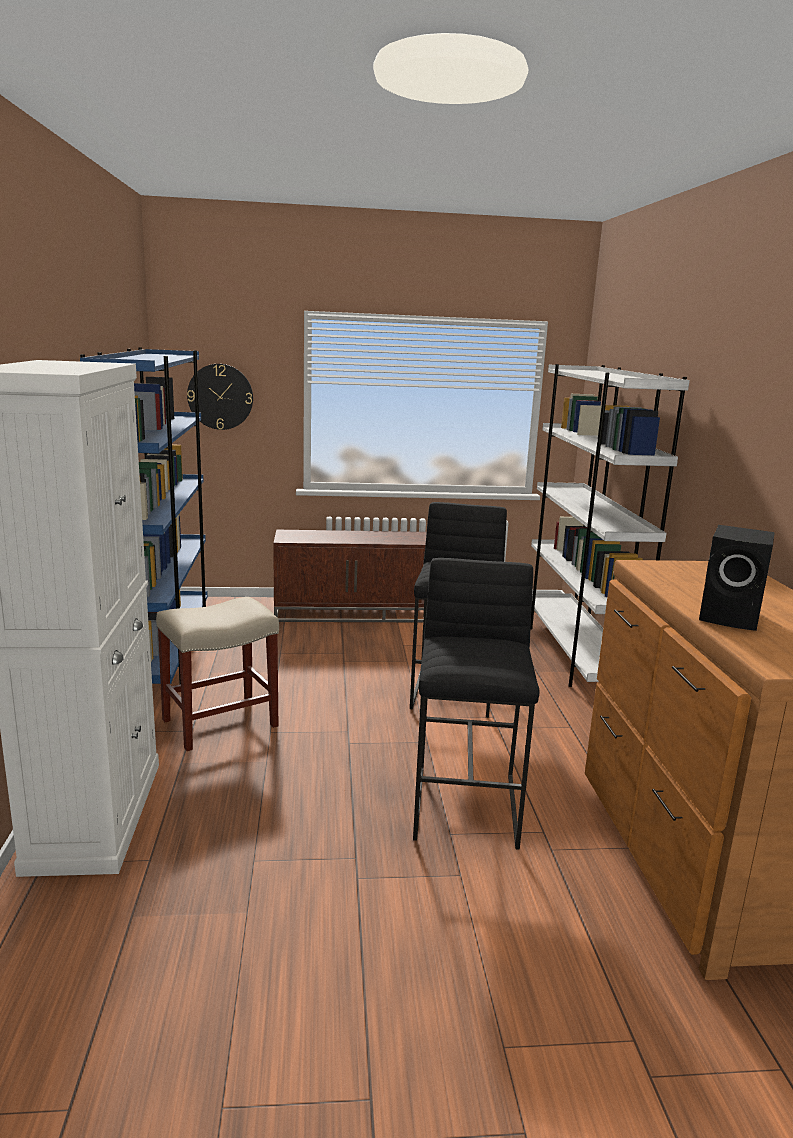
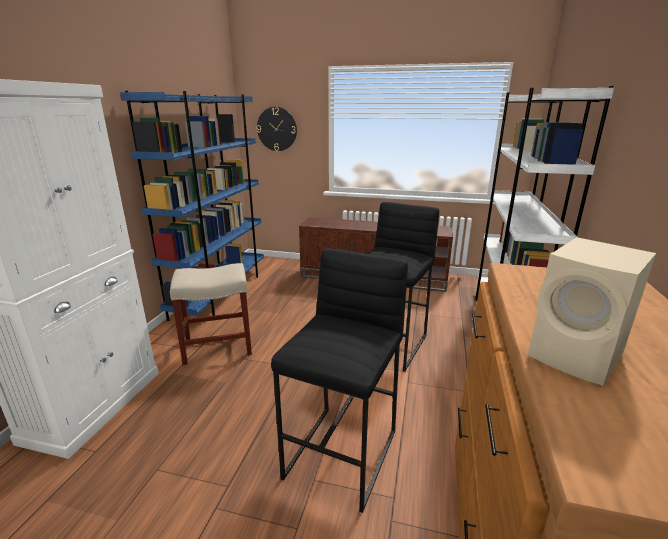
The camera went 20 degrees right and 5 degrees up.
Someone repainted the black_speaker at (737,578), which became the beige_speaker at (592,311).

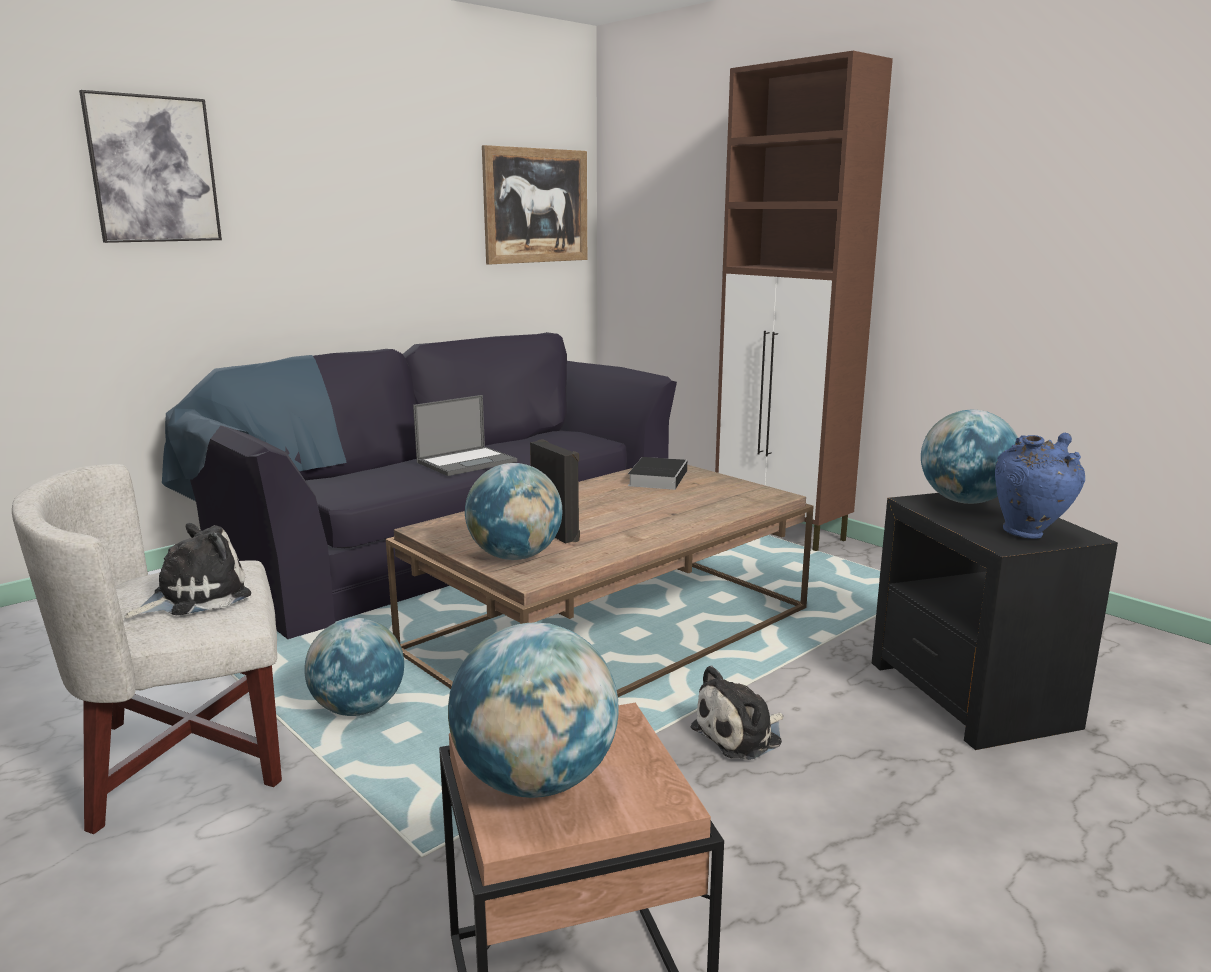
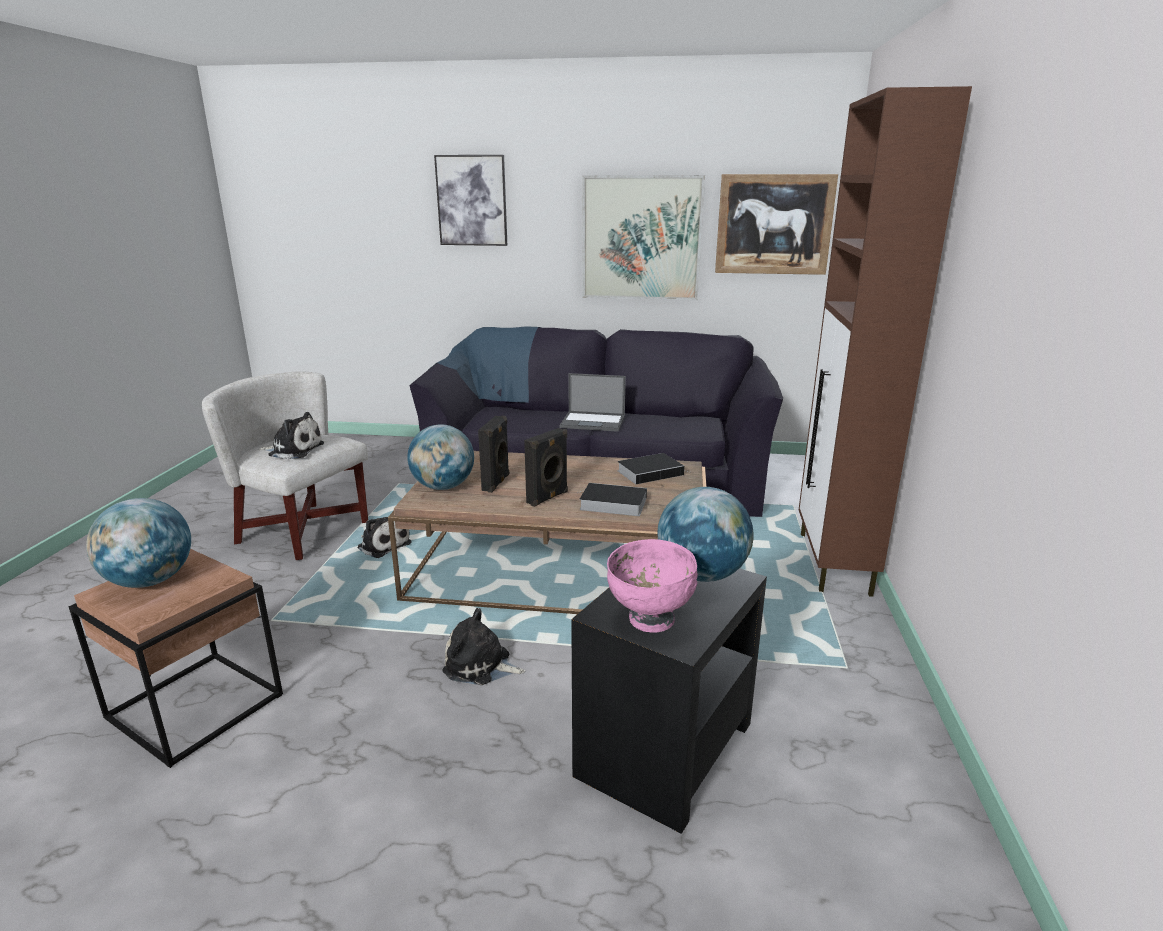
The camera went 50 degrees right and 5 degrees up.
Someone swapped the globe at (354,667) for the plush_toy at (384,537).
Someone put down the black_speaker at (546,467).
Someone put down the book at (612,499).
Someone put up the picture at (643,237).
Someone swapped the blue_vase at (1040,486) for the pink_bowl at (652,586).

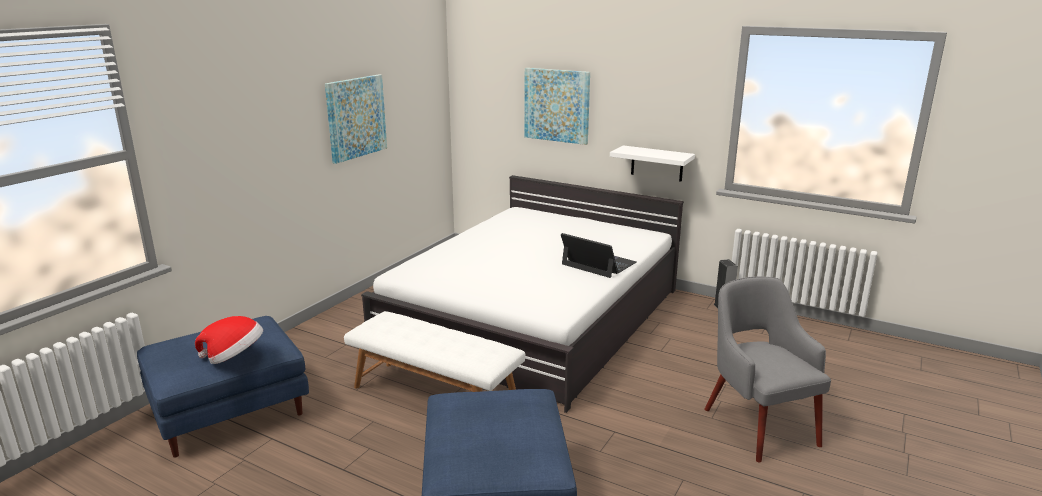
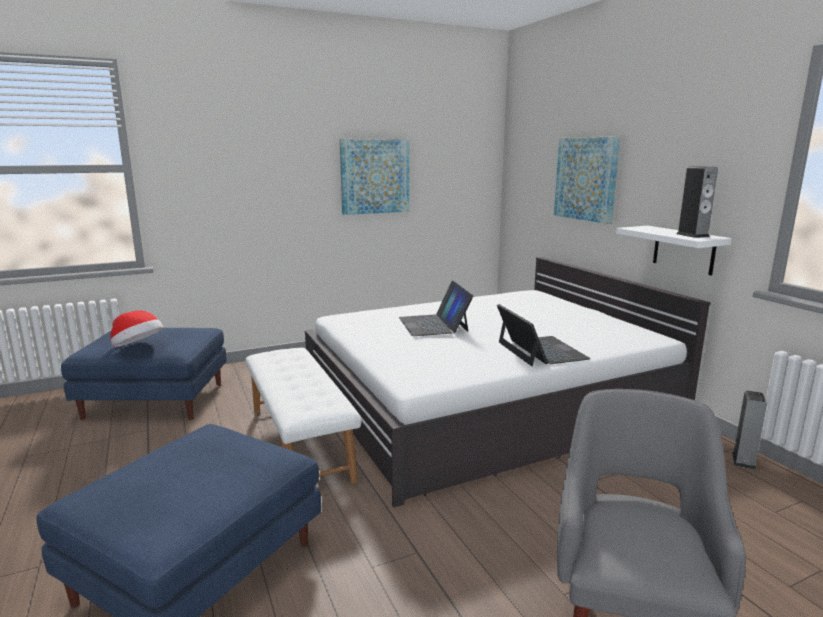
The camera went 35 degrees right and 5 degrees down.
Someone put down the laptop at (436,308).
Someone put down the speaker at (697,202).

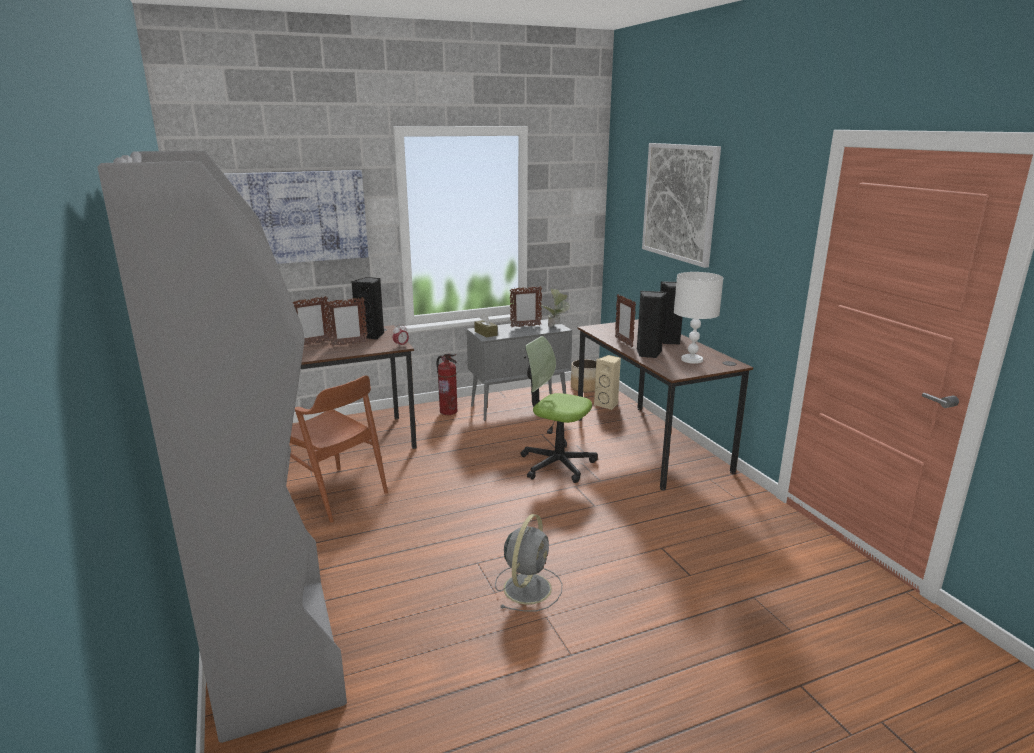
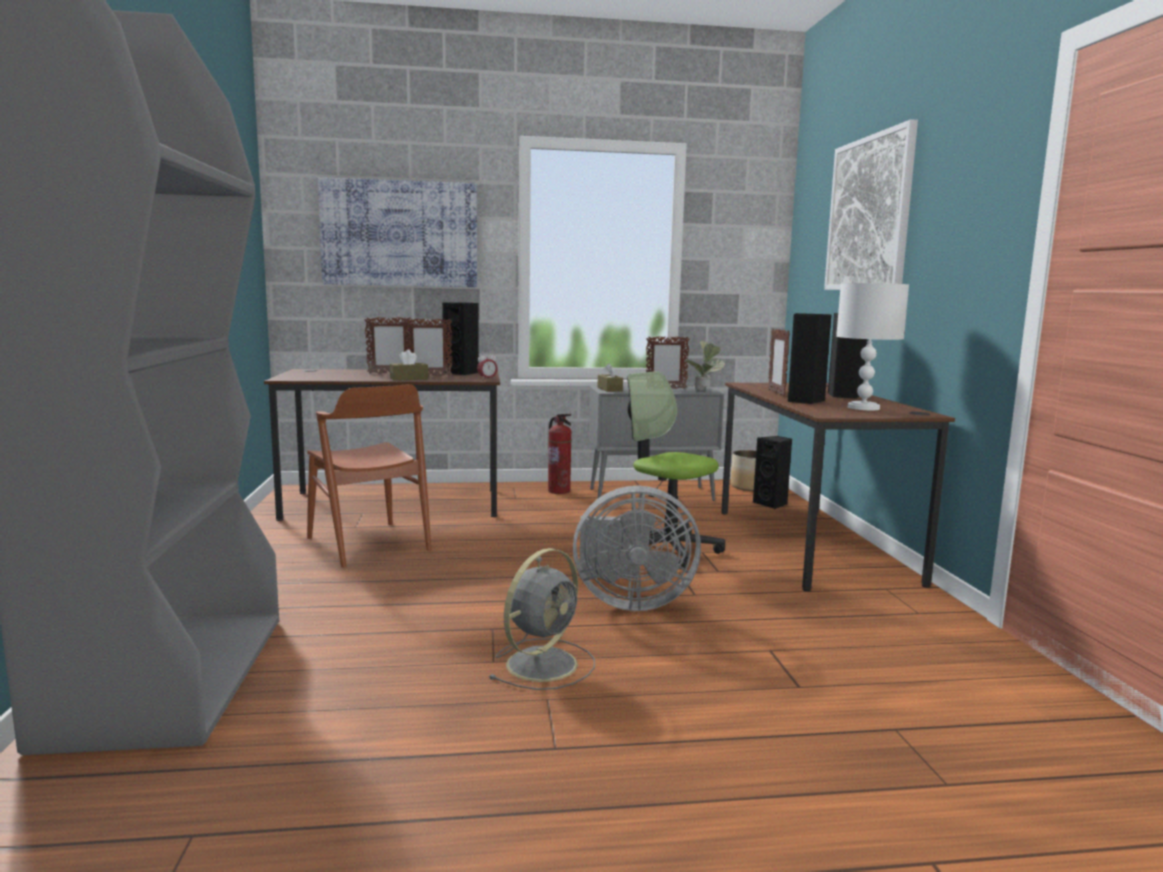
The camera went 15 degrees right and 10 degrees down.
Someone put down the brown_tissue_box at (409,365).
Someone put down the grey_fan at (637,548).
Someone repainted the beige_speaker at (607,382), which became the black_speaker at (772,472).

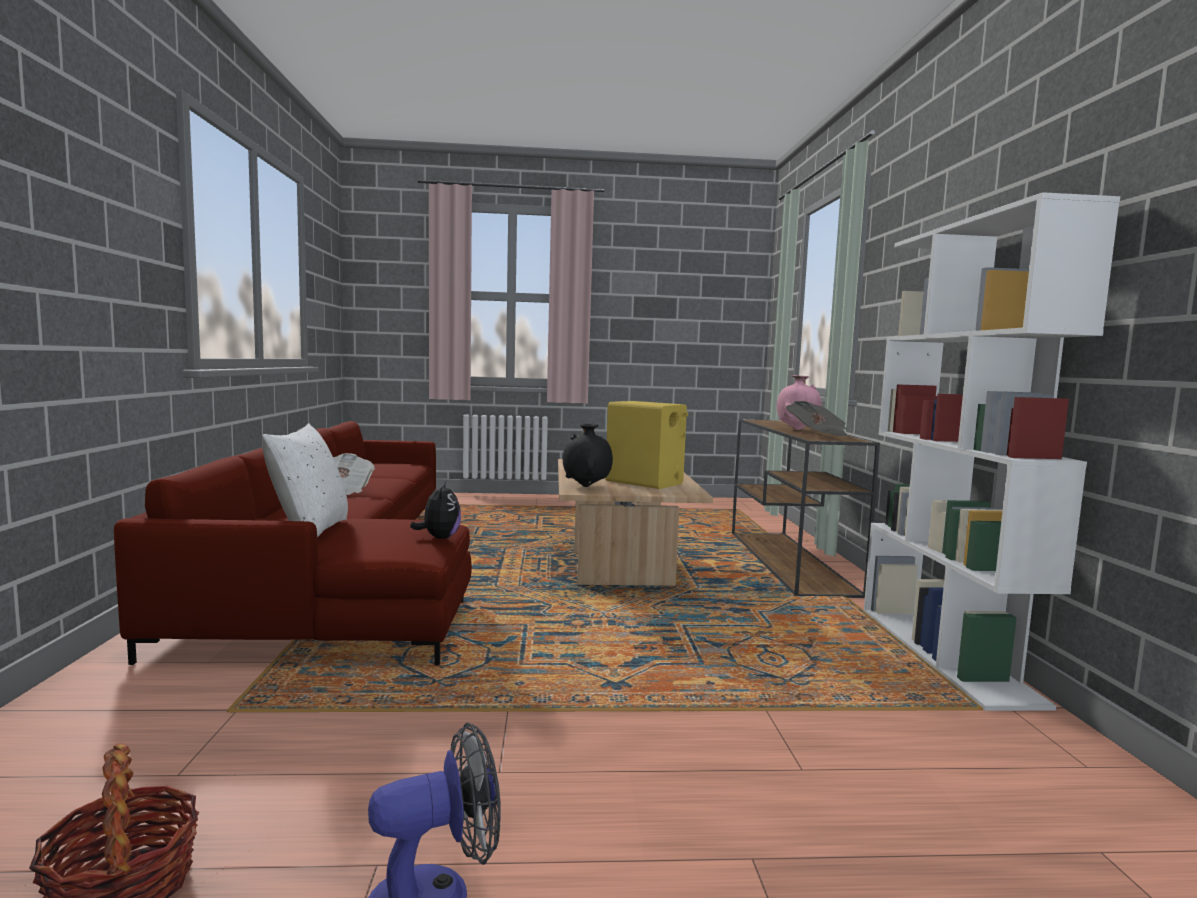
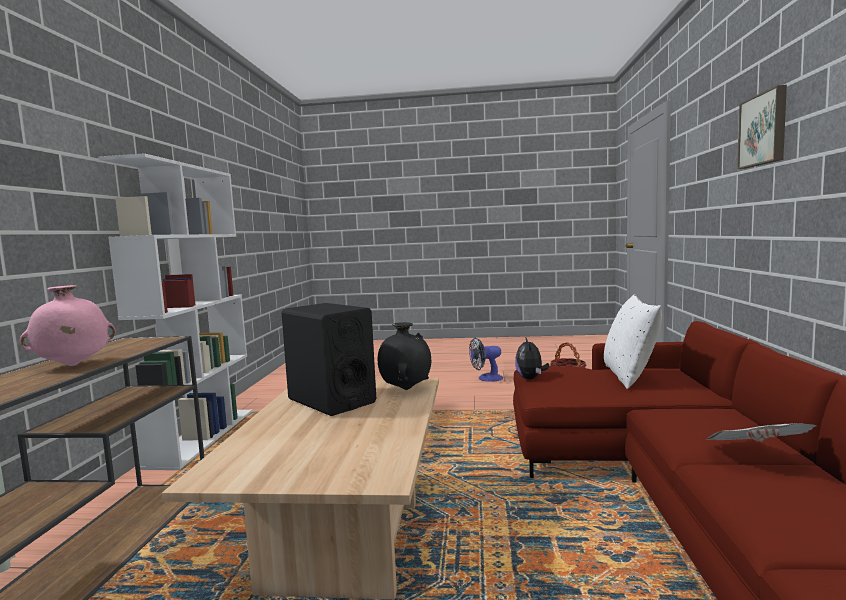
The camera went 170 degrees left and 0 degrees up.
Someone repainted the yellow_speaker at (647,445), which became the black_speaker at (329,359).
Someone put up the picture at (762,127).
Someone took away the newspaper at (817,418).

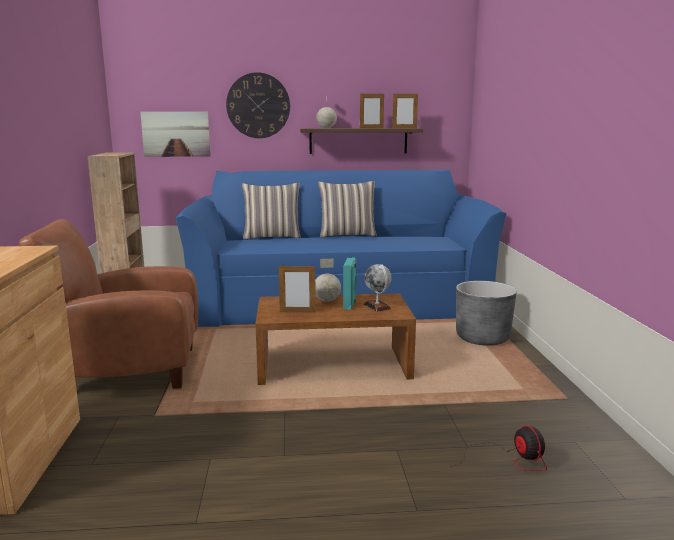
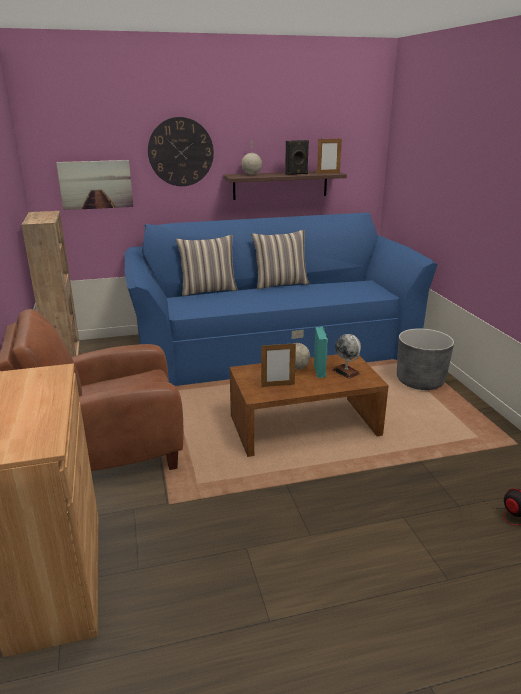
The camera went 10 degrees left and 10 degrees up.
Someone swapped the picture_frame at (372,110) for the black_speaker at (297,157).

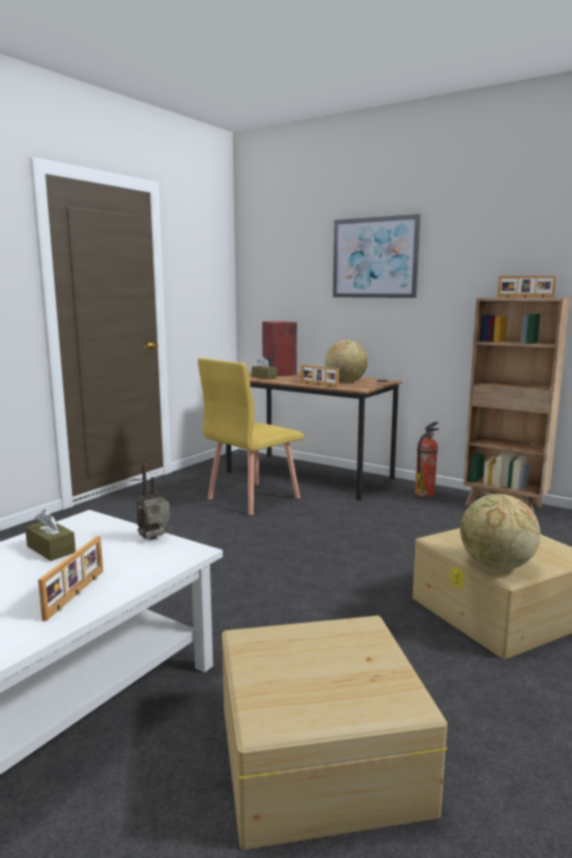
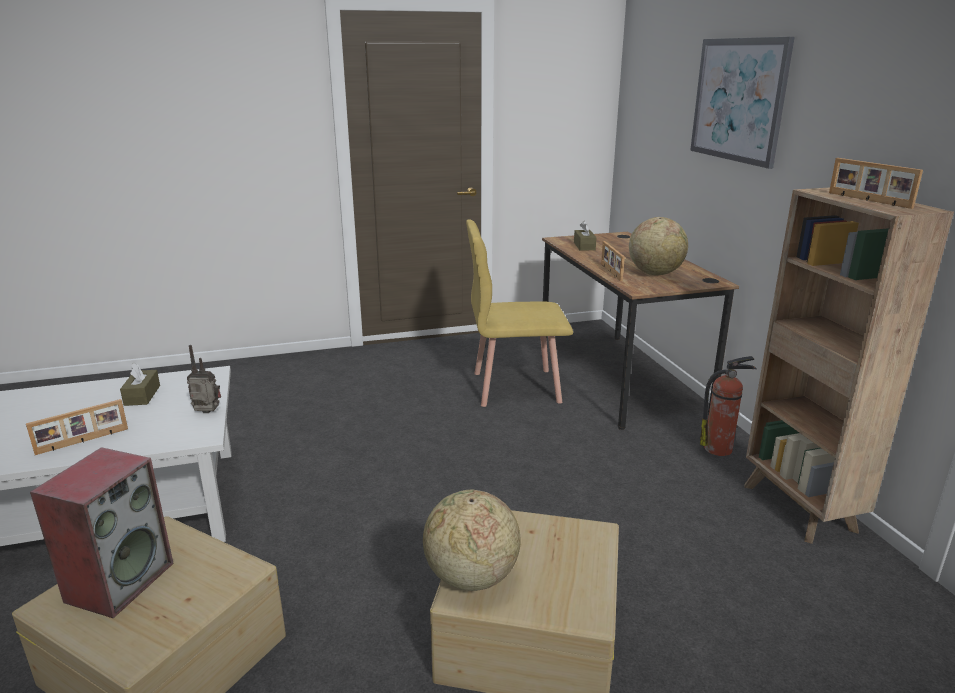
The camera went 40 degrees right and 10 degrees up.
Someone carried the speaker from (279,348) to (102,532).

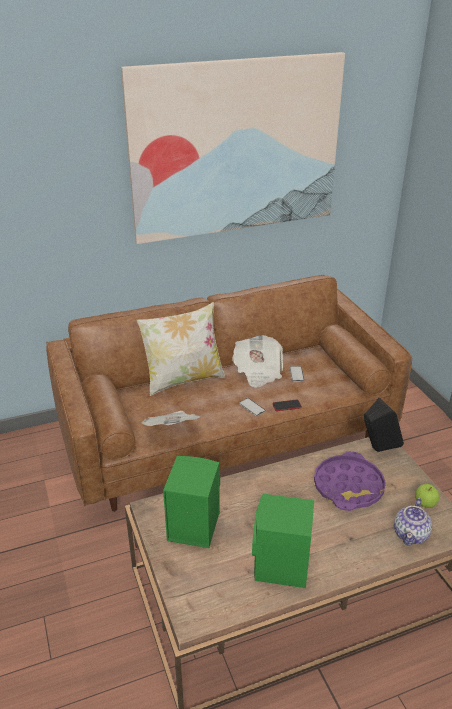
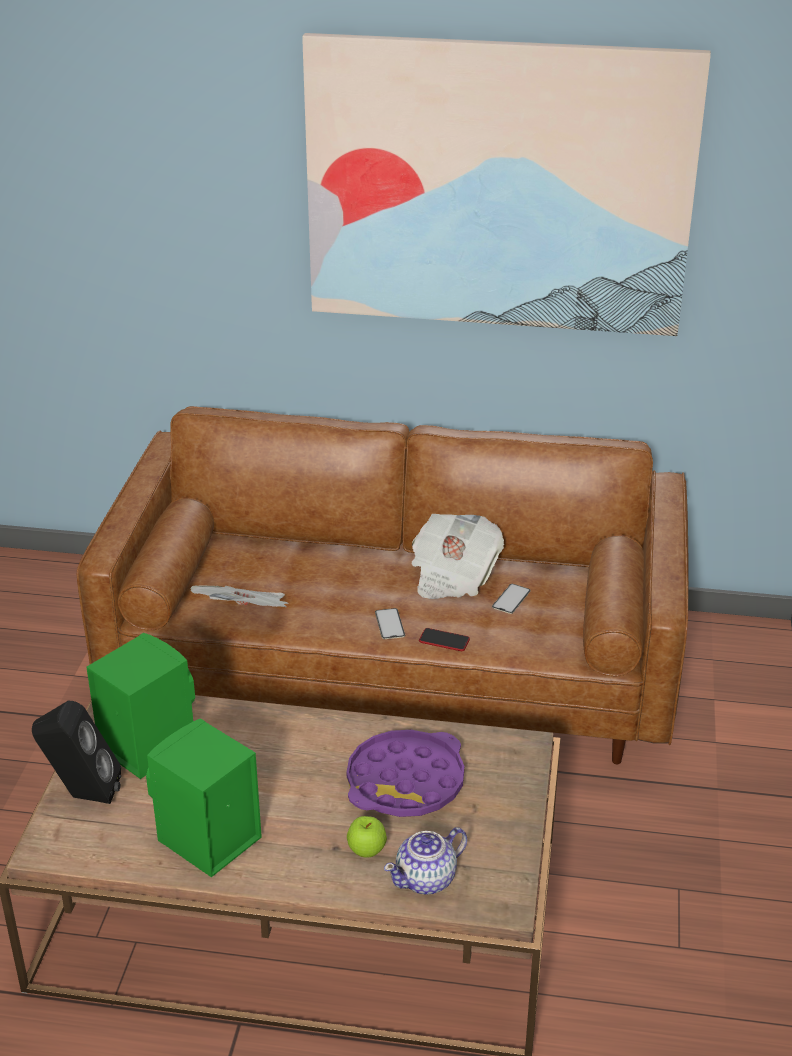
The camera went 30 degrees right and 0 degrees up.
Someone carried the black_speaker from (384,425) to (76,752).
Someone carried the apple from (427,496) to (367,837).
Someone took away the pillow at (181,349).

